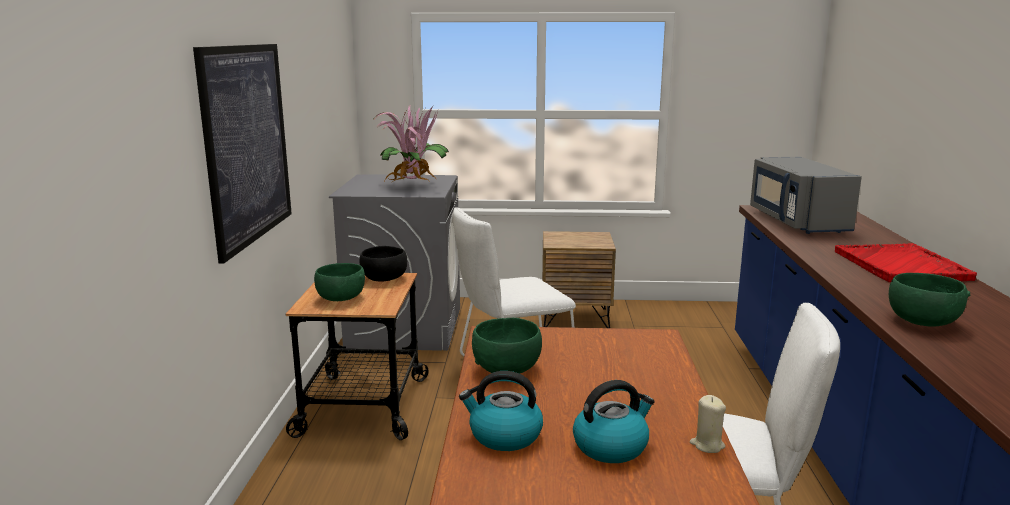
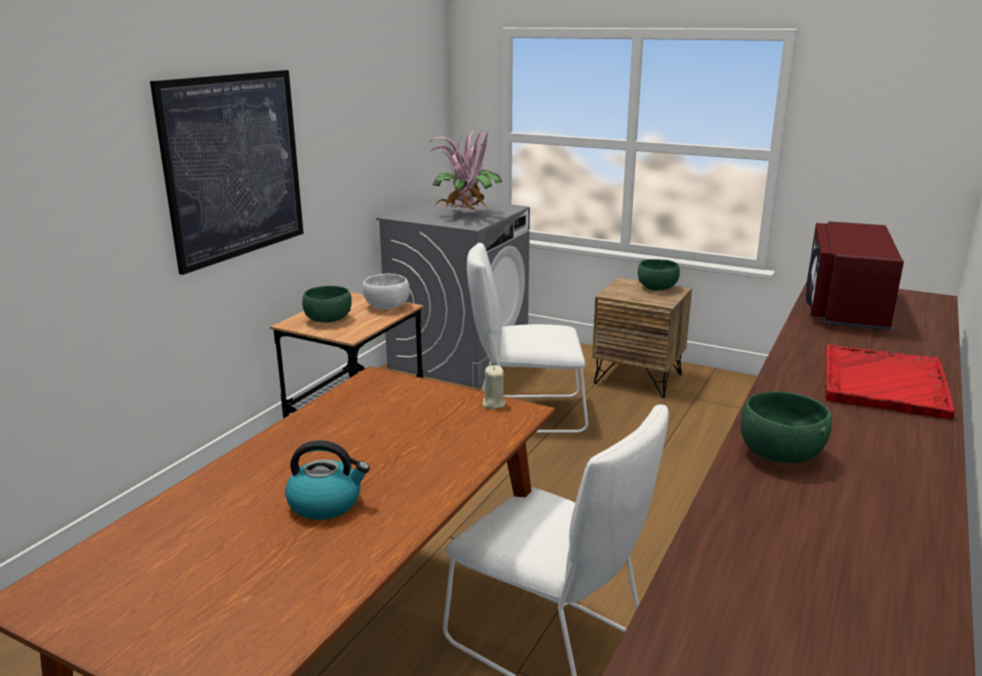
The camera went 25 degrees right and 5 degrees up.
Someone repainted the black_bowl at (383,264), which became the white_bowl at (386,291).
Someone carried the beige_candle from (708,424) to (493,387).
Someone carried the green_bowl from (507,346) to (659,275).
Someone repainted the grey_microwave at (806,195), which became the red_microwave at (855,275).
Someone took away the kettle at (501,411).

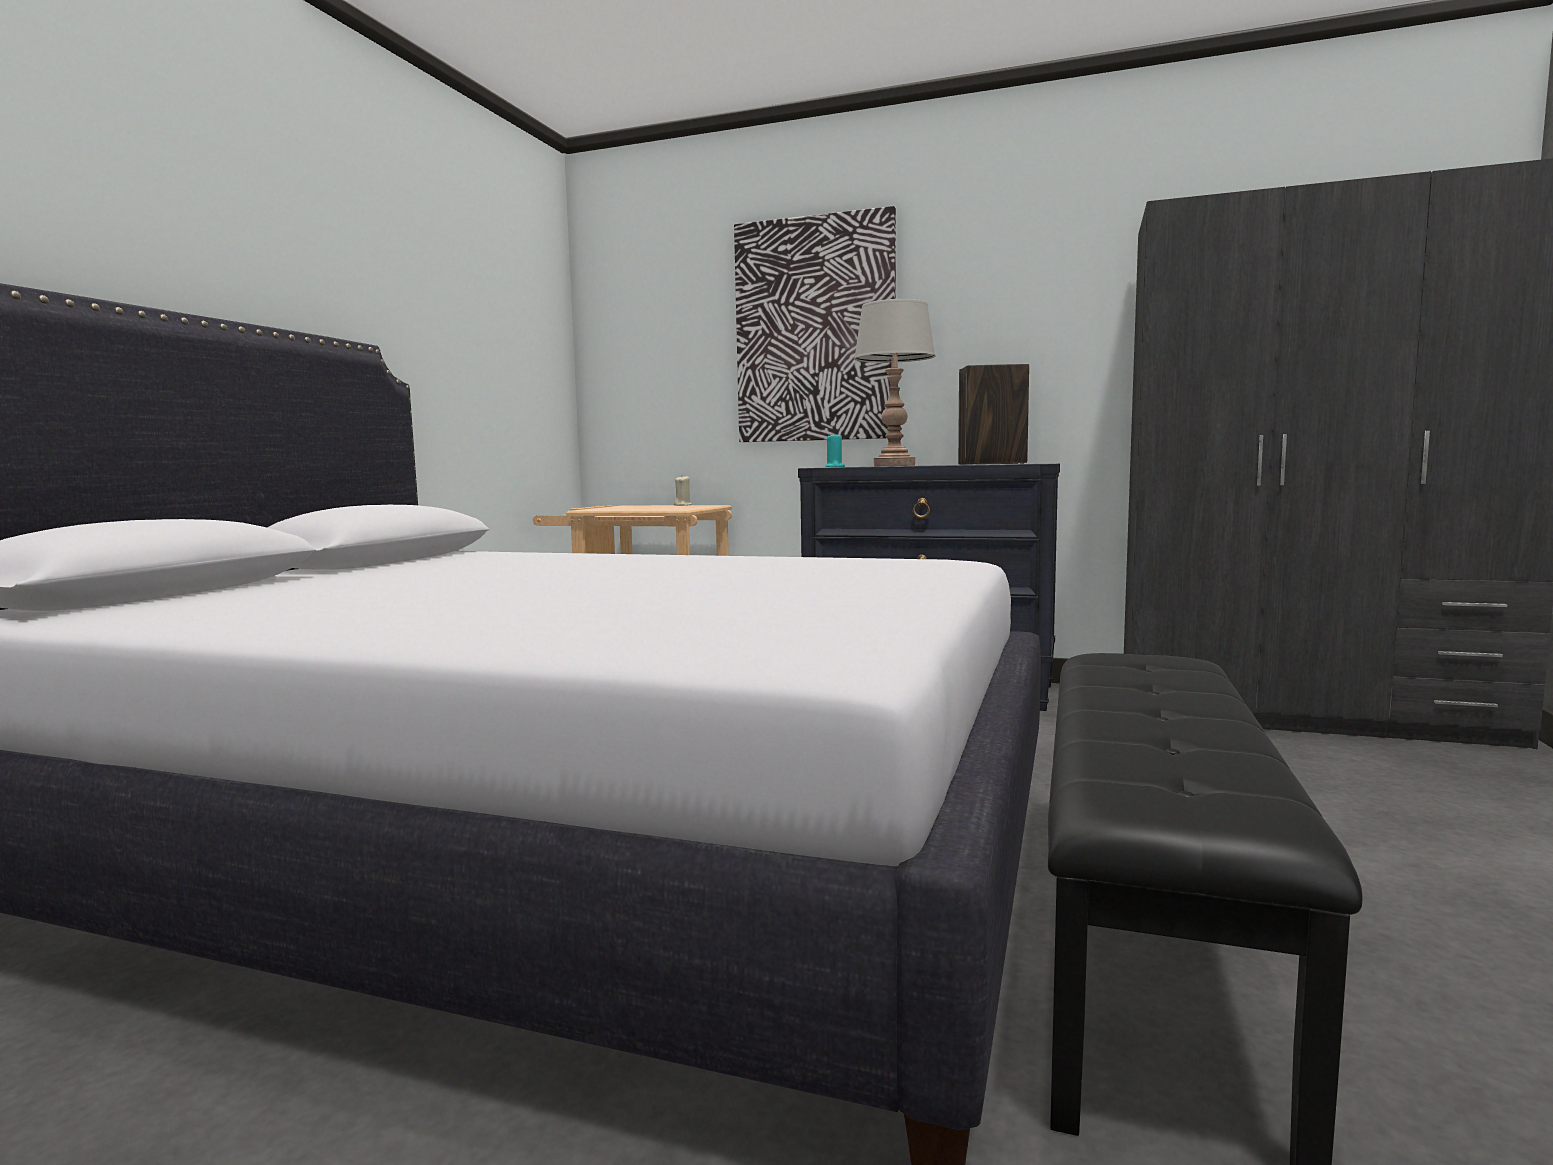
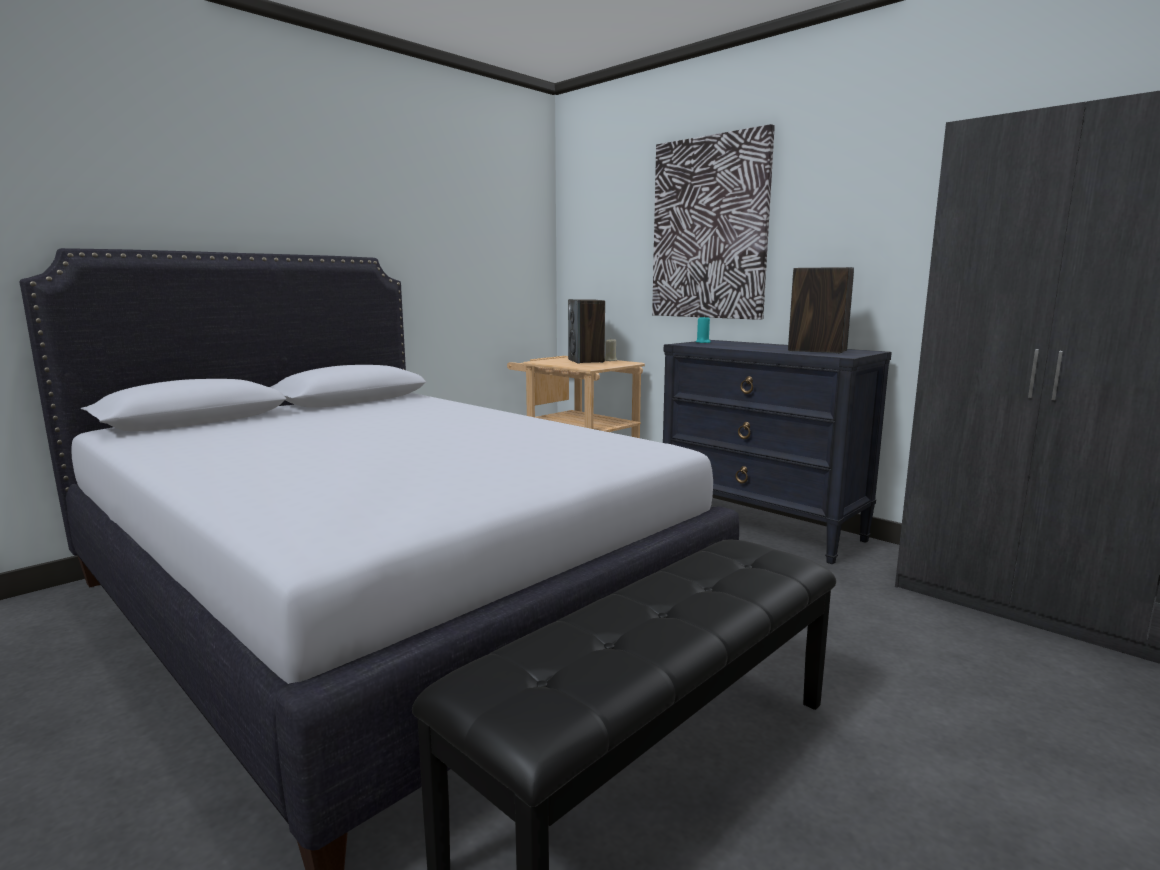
The camera went 25 degrees right and 5 degrees up.
Someone put down the speaker at (586,331).
Someone took away the grey_table_lamp at (895,382).

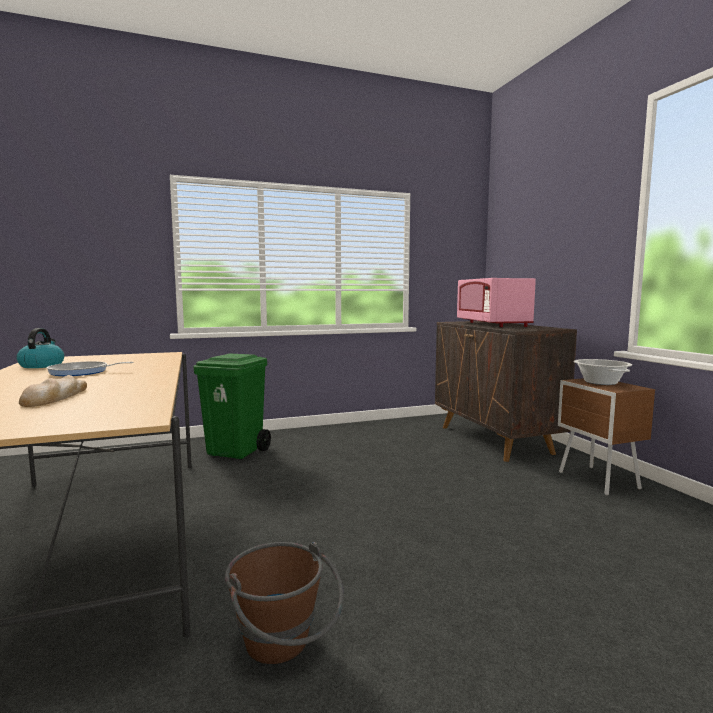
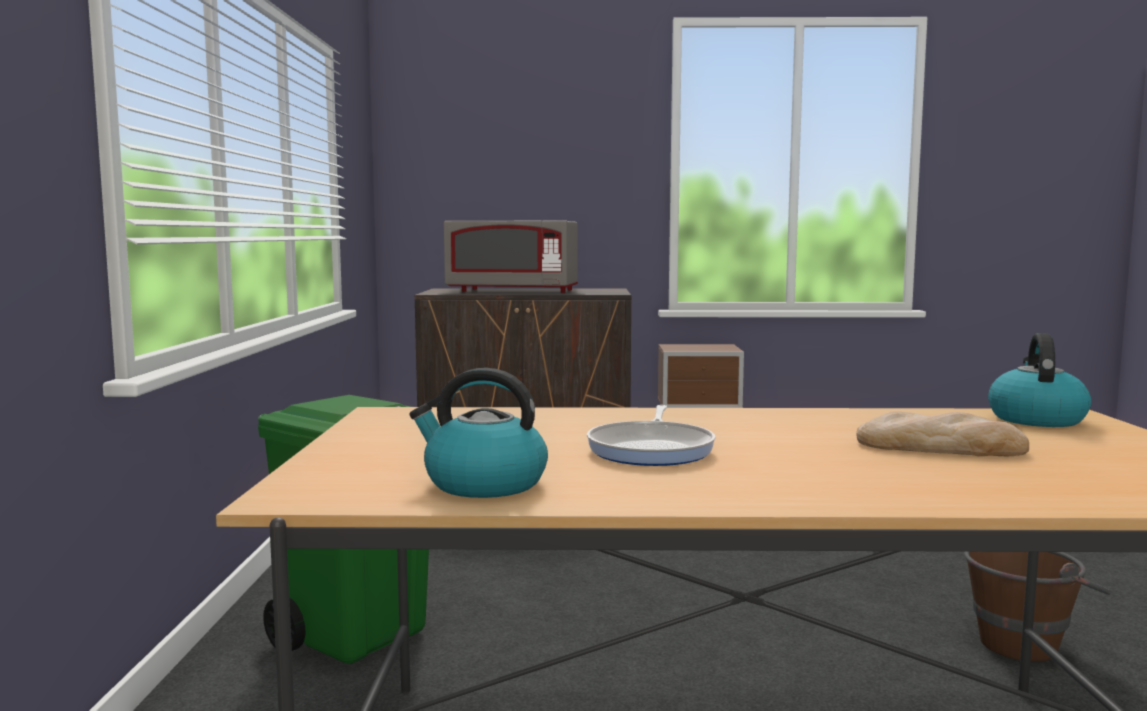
The camera went 70 degrees left and 0 degrees up.
Someone repainted the pink_microwave at (496,302), which became the grey_microwave at (511,257).
Someone put down the kettle at (1039,380).
Someone took away the cooking_pot at (603,372).

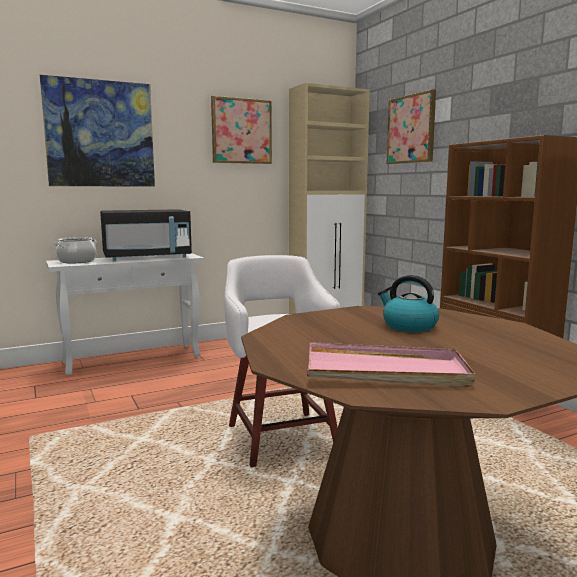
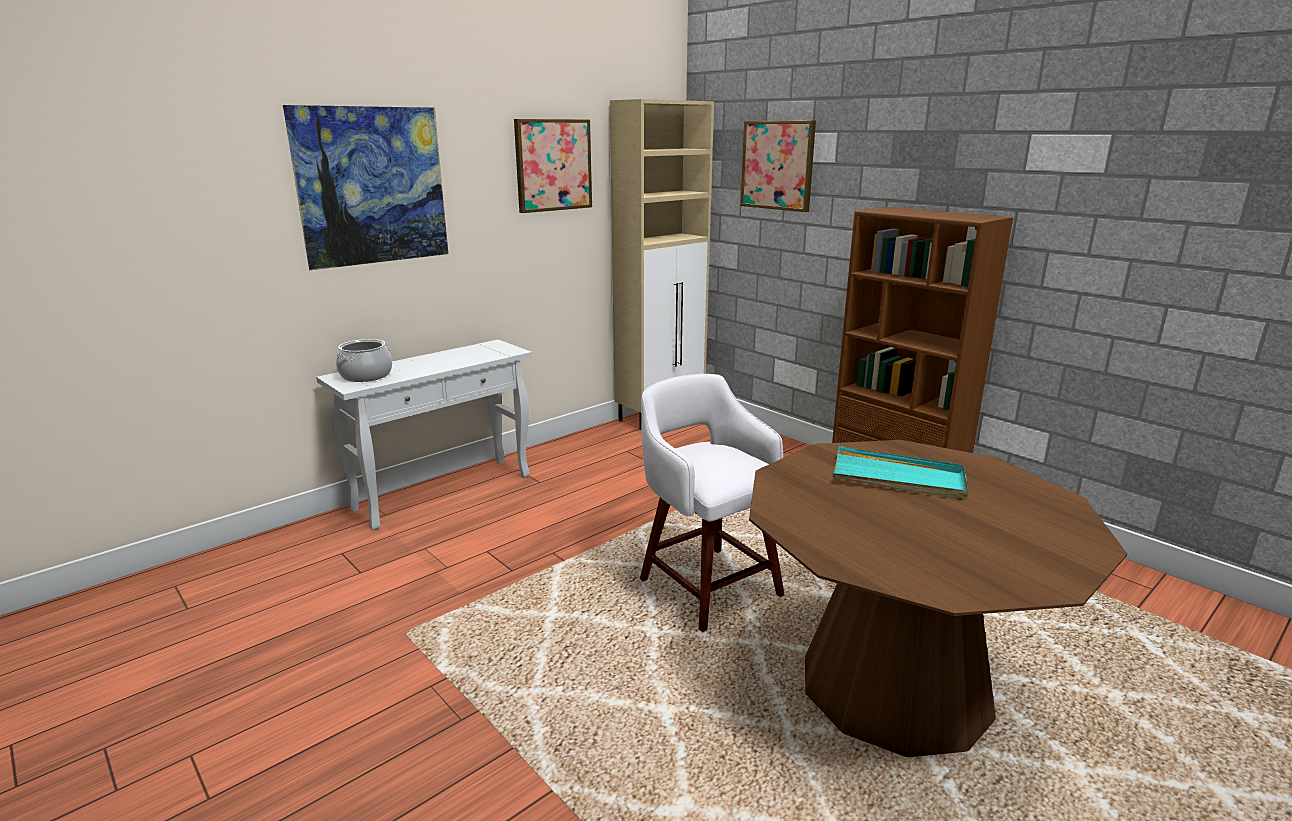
The camera went 15 degrees left and 10 degrees up.
Someone swapped the kettle at (408,303) for the turquoise_tray at (900,473).
Someone took away the black_microwave at (146,235).
Someone took away the pink_tray at (391,364).

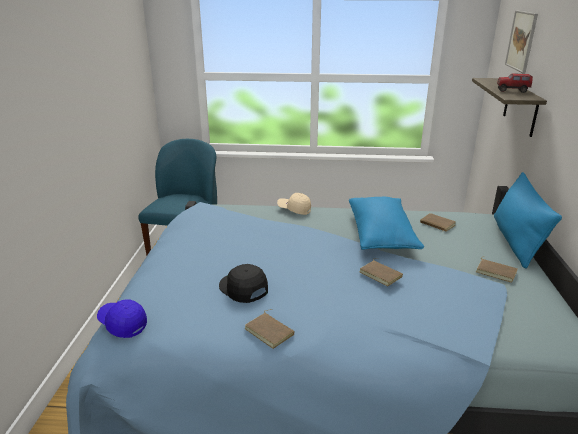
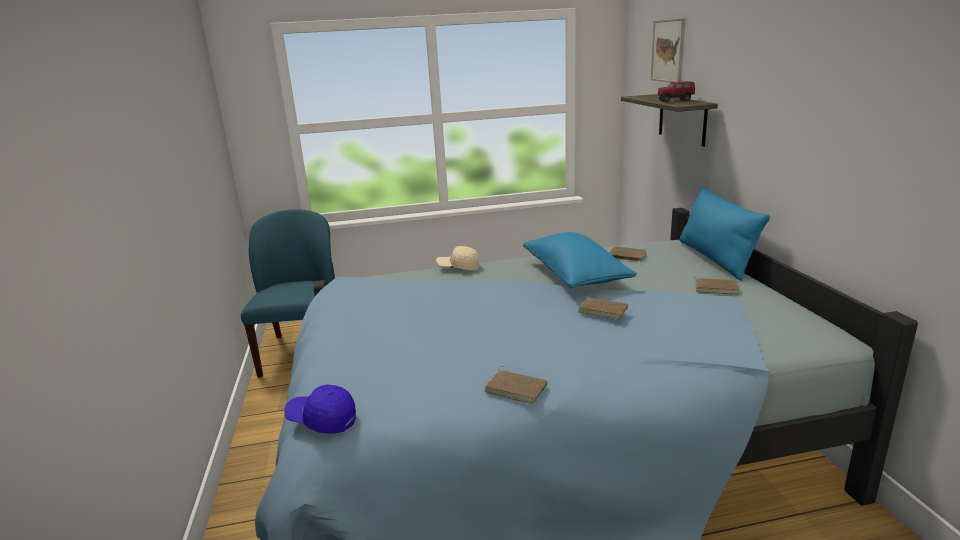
The camera went 15 degrees left and 5 degrees down.
Someone took away the black_cap at (243,283).

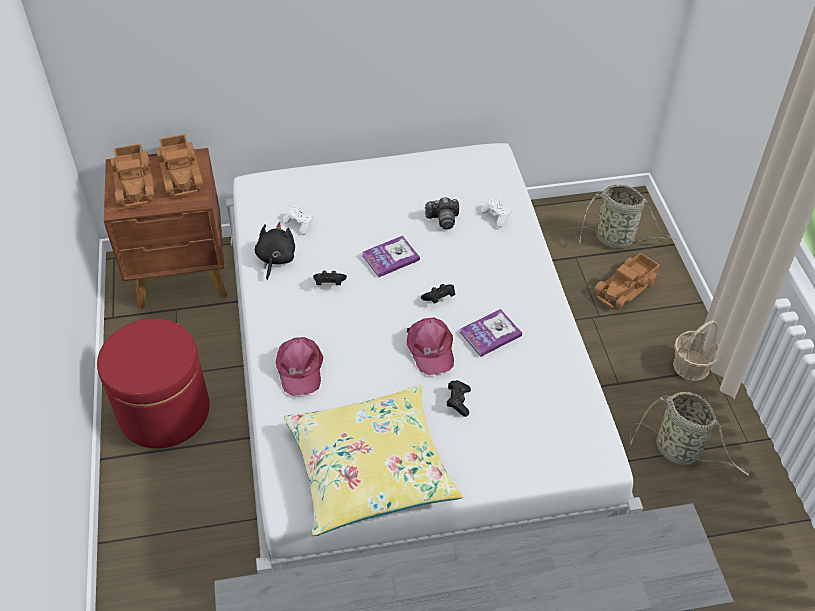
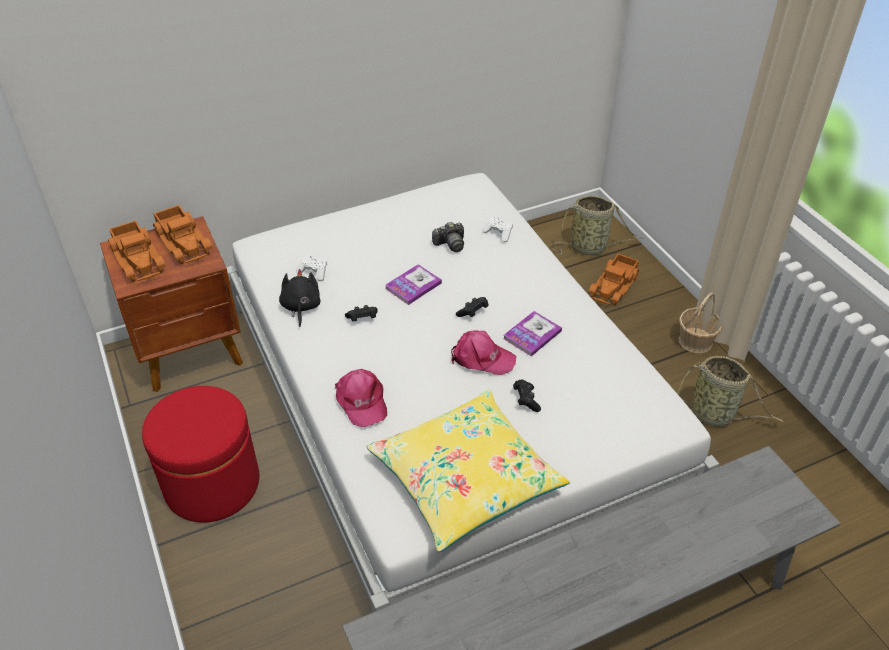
The camera went 15 degrees left and 5 degrees down.
Someone rotated the pink_cap at (430,346) by 45 degrees counterclockwise.

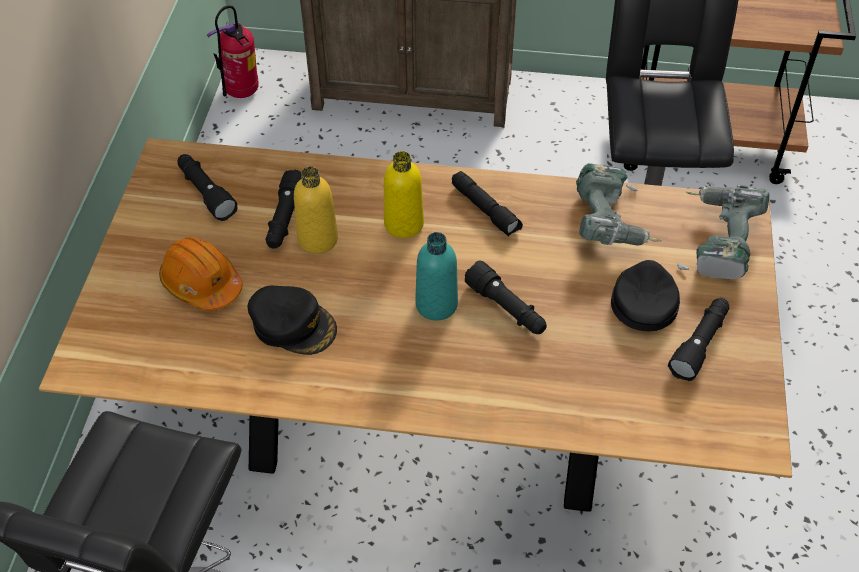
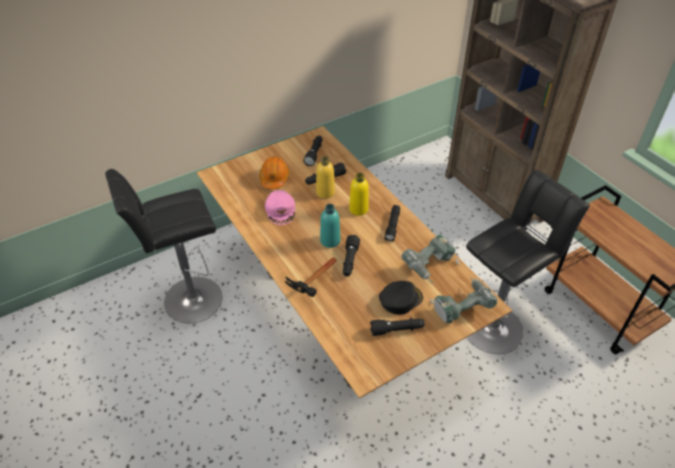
The camera went 50 degrees right and 5 degrees down.
Someone repainted the black_cap at (292,320), which became the pink_cap at (280,207).
Someone put down the hammer at (311,277).
Someone took away the fire_extinguisher at (233,51).

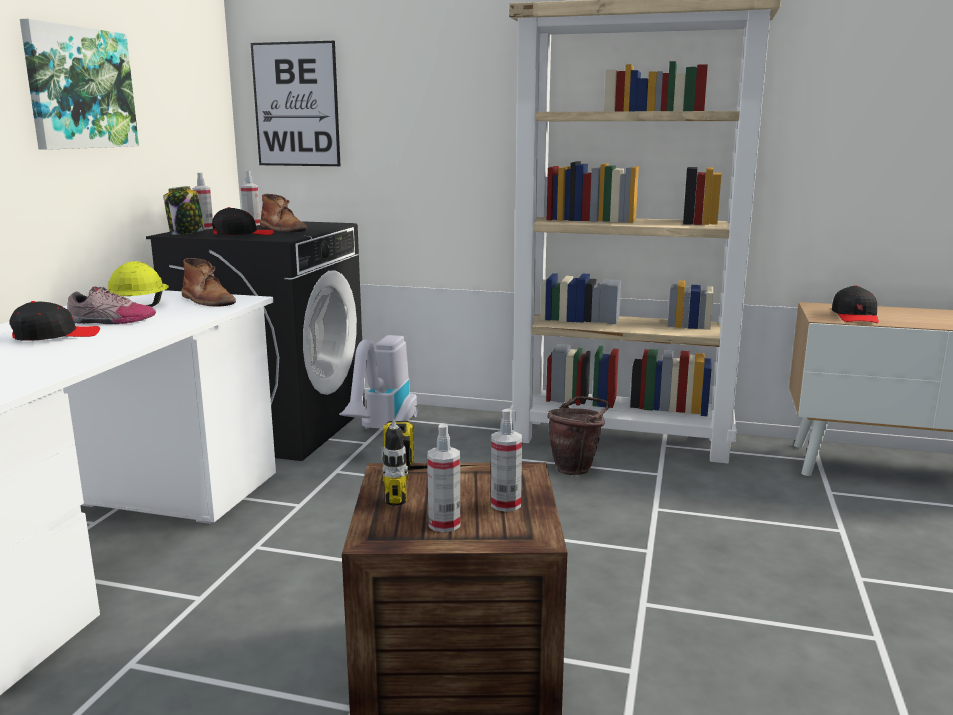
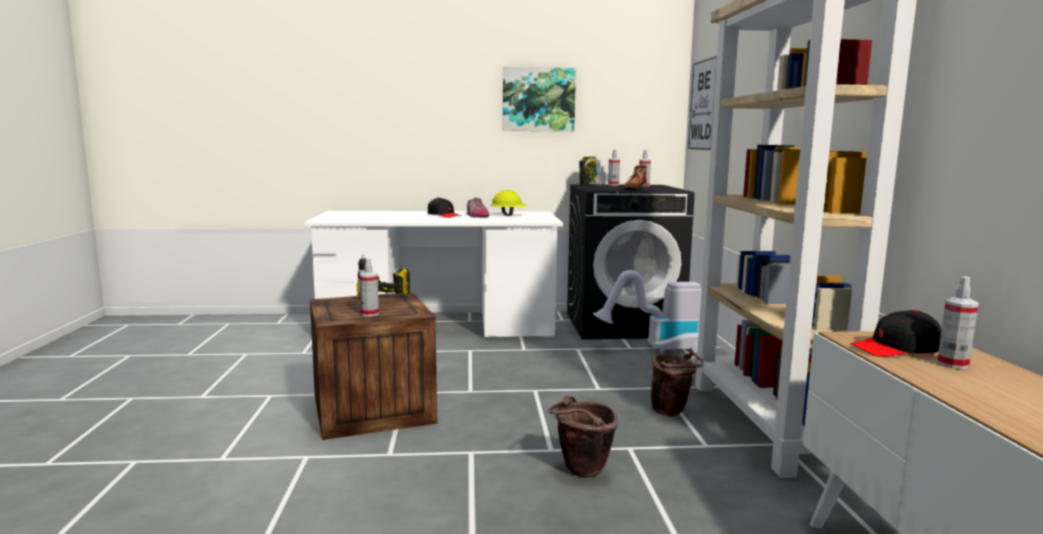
The camera went 70 degrees right and 5 degrees down.
Someone put down the brown_bucket at (583,437).
Someone carried the spray_bottle from (443,478) to (957,322).
Someone took away the brown_boot at (209,282).
Someone took away the black_cap at (243,221).

